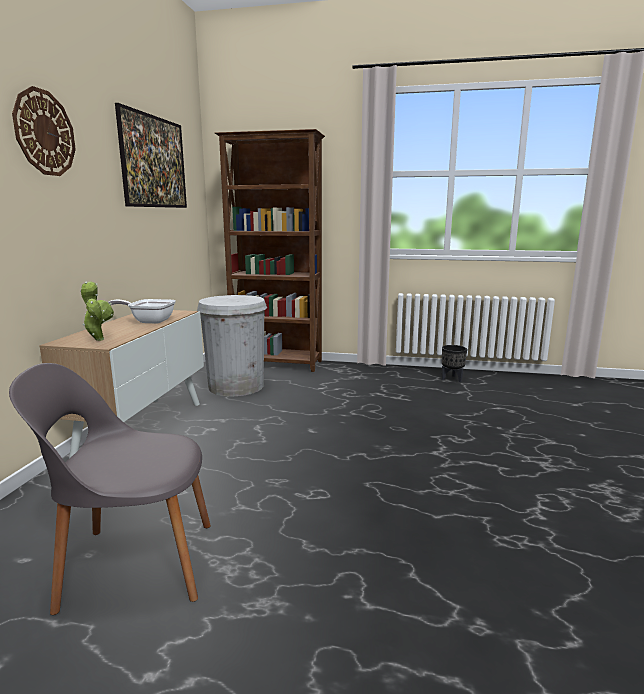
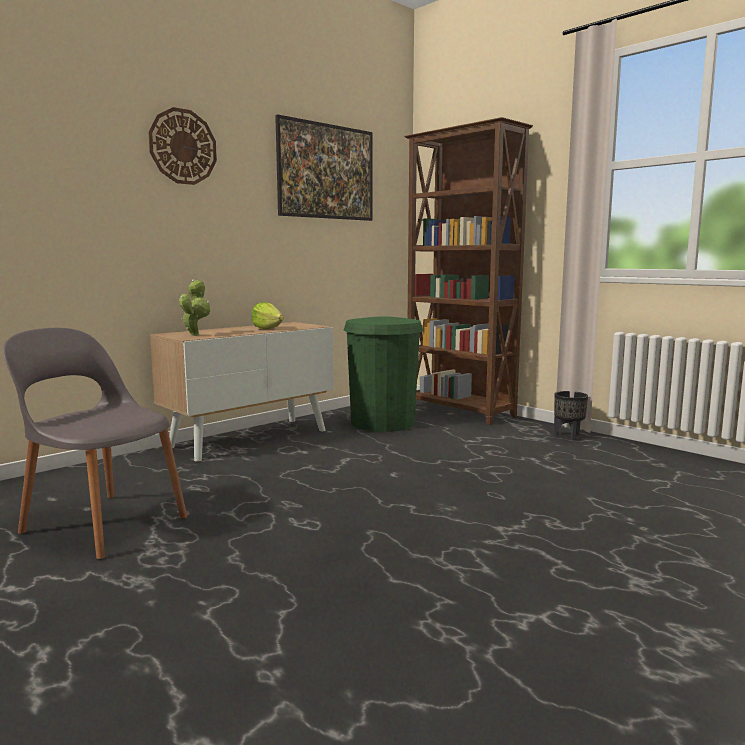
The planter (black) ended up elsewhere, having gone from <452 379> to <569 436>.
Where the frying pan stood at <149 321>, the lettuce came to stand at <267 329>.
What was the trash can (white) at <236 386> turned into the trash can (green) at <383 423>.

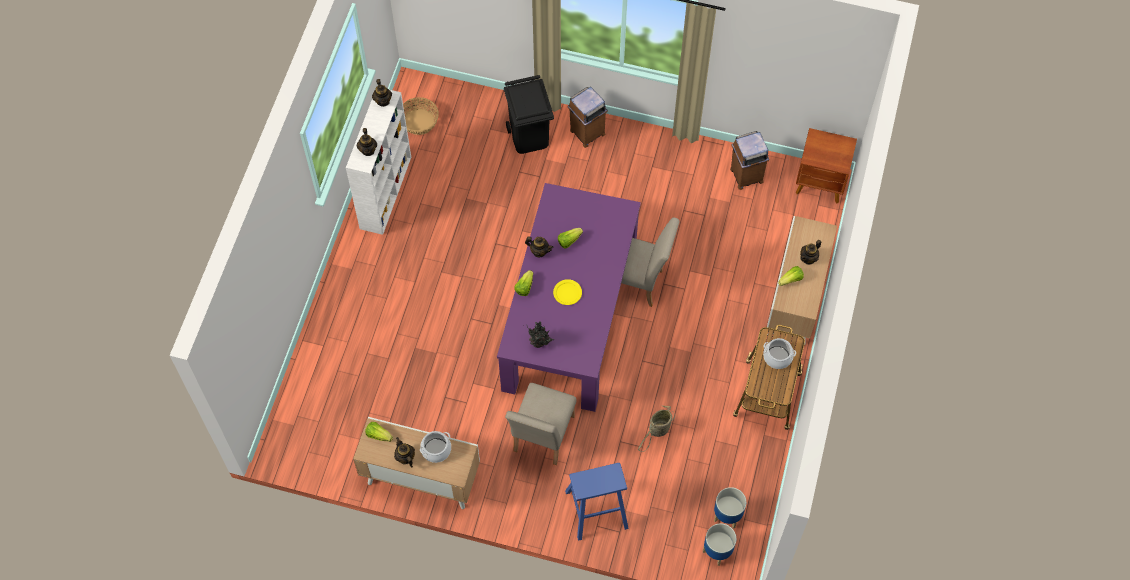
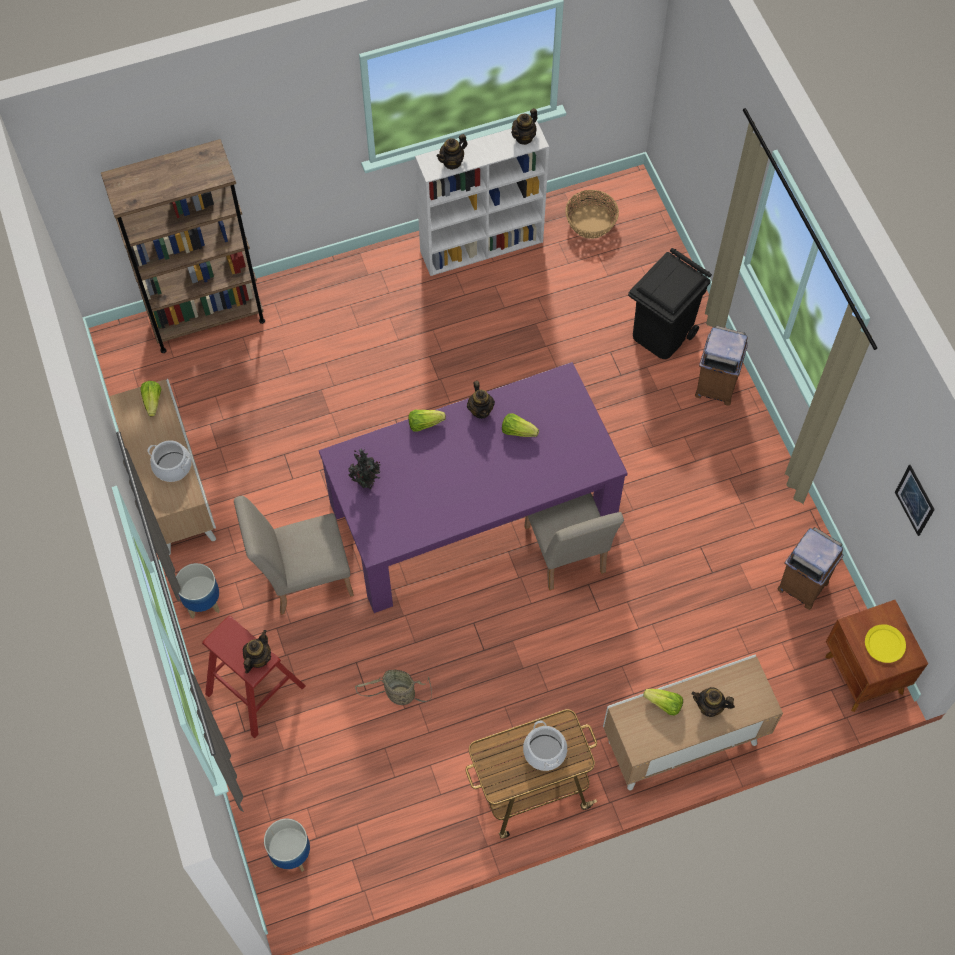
The second view gained the bookcase (brown) at <207 318>.
The second view gained the picture at <914 500>.
The teapot ended up elsewhere, having gone from <405 457> to <258 658>.
The plate (yellow) ended up elsewhere, having gone from <567 293> to <884 644>.
The planter ended up elsewhere, having gone from <727 516> to <202 603>.
What was the stool (blue) at <596 509> turned into the stool (red) at <255 689>.

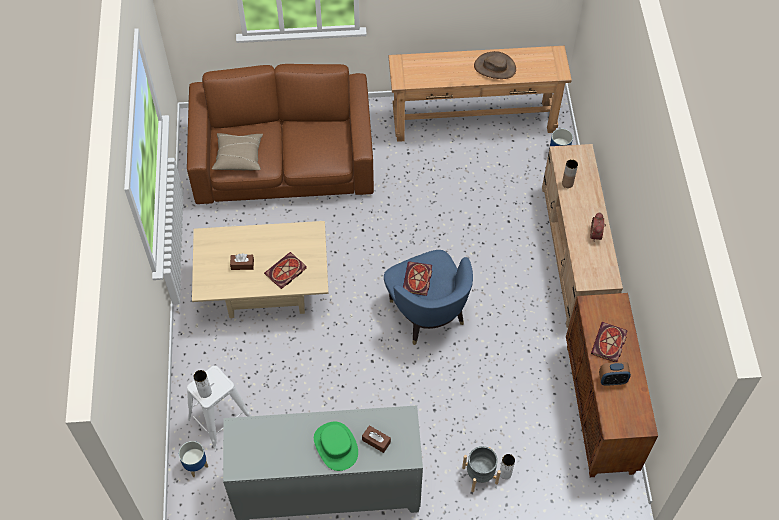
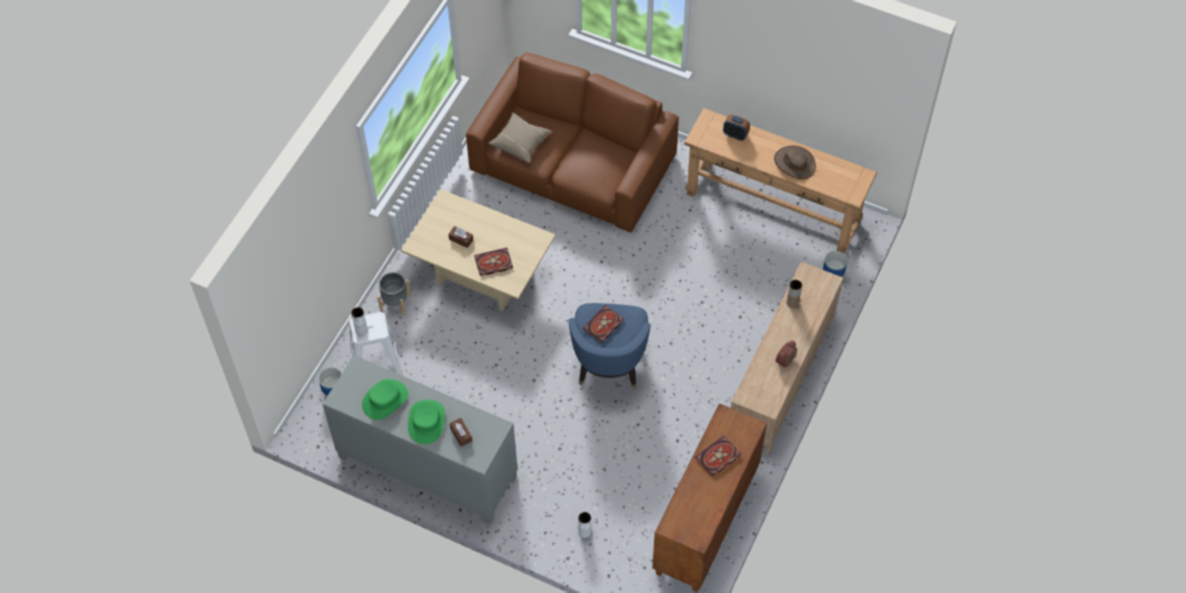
The second view gained the hat (green) at <385 400>.
The planter (grey) ended up elsewhere, having gone from <480 475> to <395 303>.
The alarm clock ended up elsewhere, having gone from <612 380> to <735 135>.

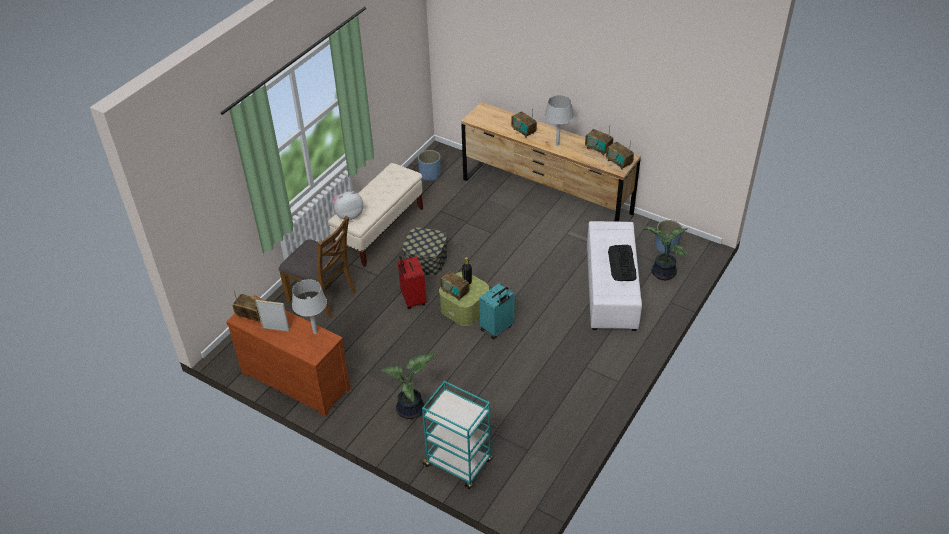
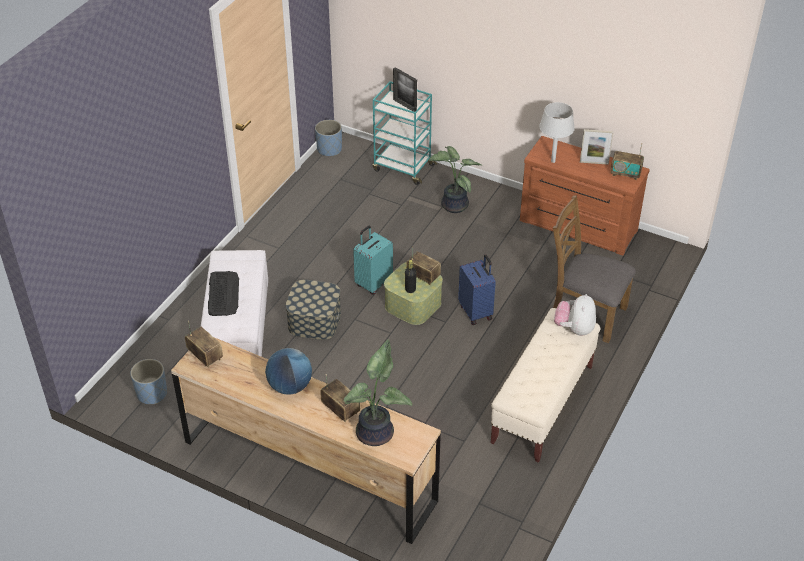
The second view lost the radio at <598 149>.
The second view gained the picture frame at <404 105>.
The storage box ended up elsewhere, having gone from <426 260> to <314 321>.
The planter (blue) ended up elsewhere, having gone from <430 175> to <329 149>.
The potted plant ended up elsewhere, having gone from <662 273> to <377 433>.
Where the table lamp (grey) stood at <557 144>, the globe came to stand at <290 386>.
What was the suitcase (red) at <412 299> turned into the suitcase (blue) at <476 312>.
The plush toy at <348 215> ended up facing another way, 135 degrees clockwise from before.

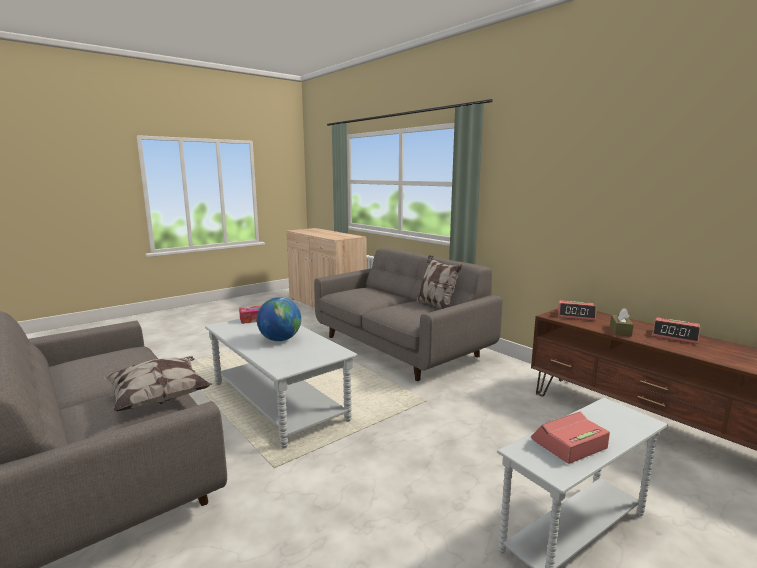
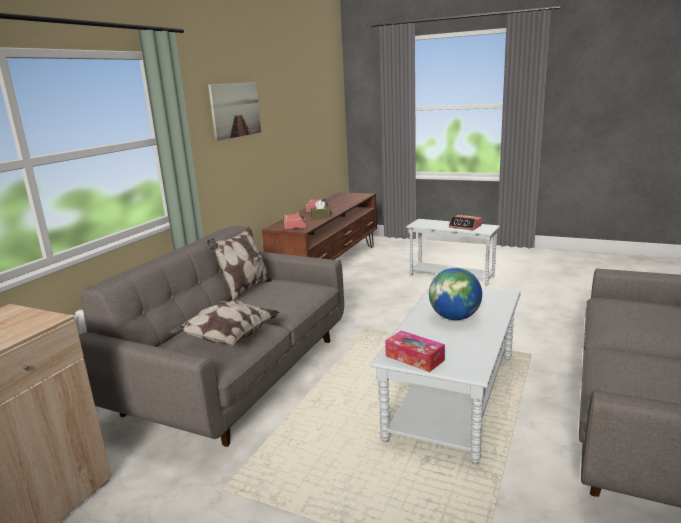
The second view gained the picture at <235 110>.
The pillow ended up elsewhere, having gone from <160 398> to <227 338>.

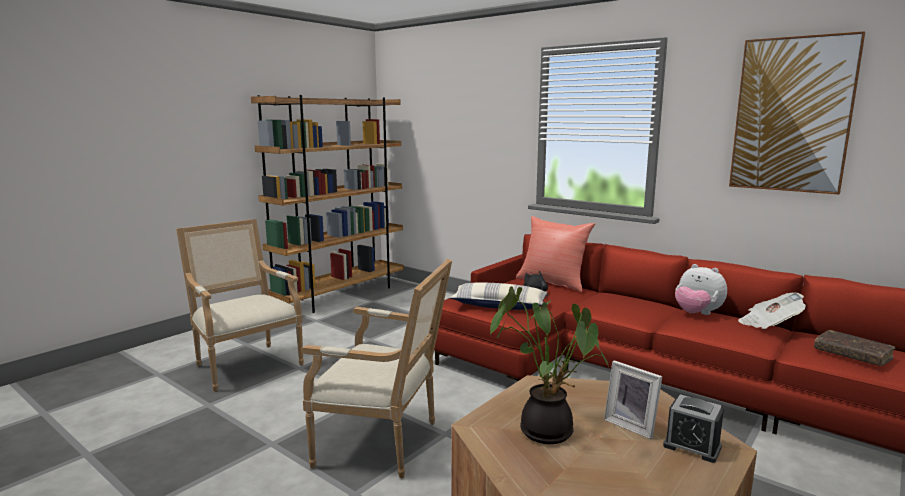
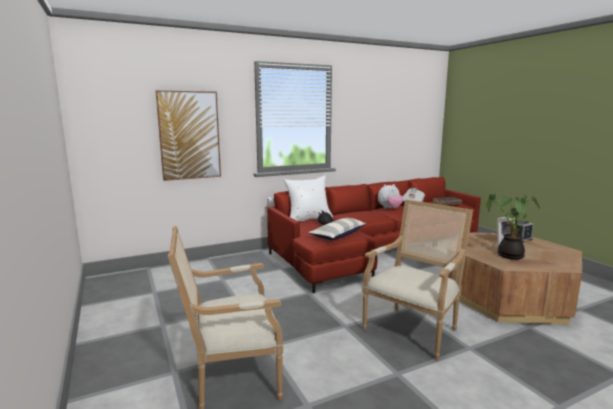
The second view lost the bookcase (brown) at <341 295>.
The picture ended up elsewhere, having gone from <792 115> to <189 135>.
What was the pillow (red) at <552 282> turned into the pillow (white) at <308 218>.

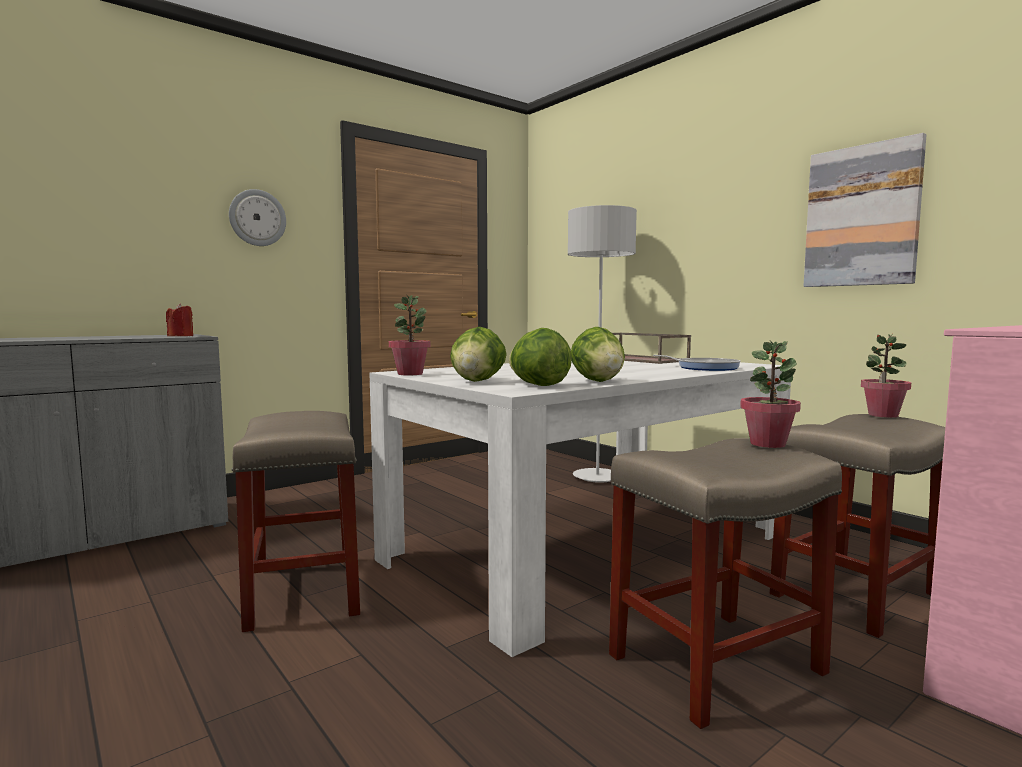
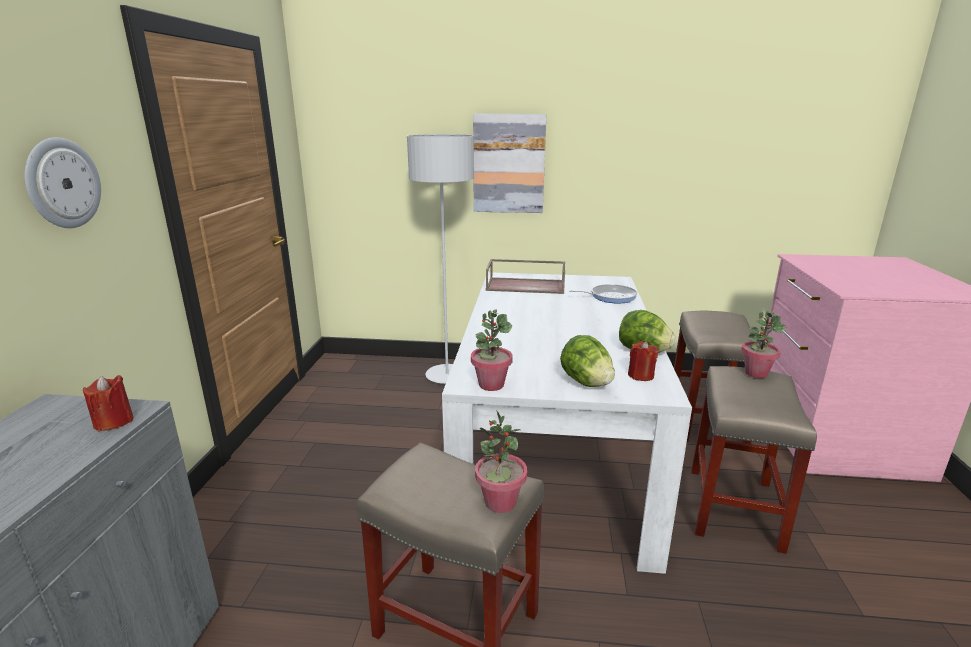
The picture ended up elsewhere, having gone from <862 216> to <509 164>.
The potted plant ended up elsewhere, having gone from <882 415> to <500 502>.
Where the lettuce stood at <538 385>, the candle (red) came to stand at <640 375>.

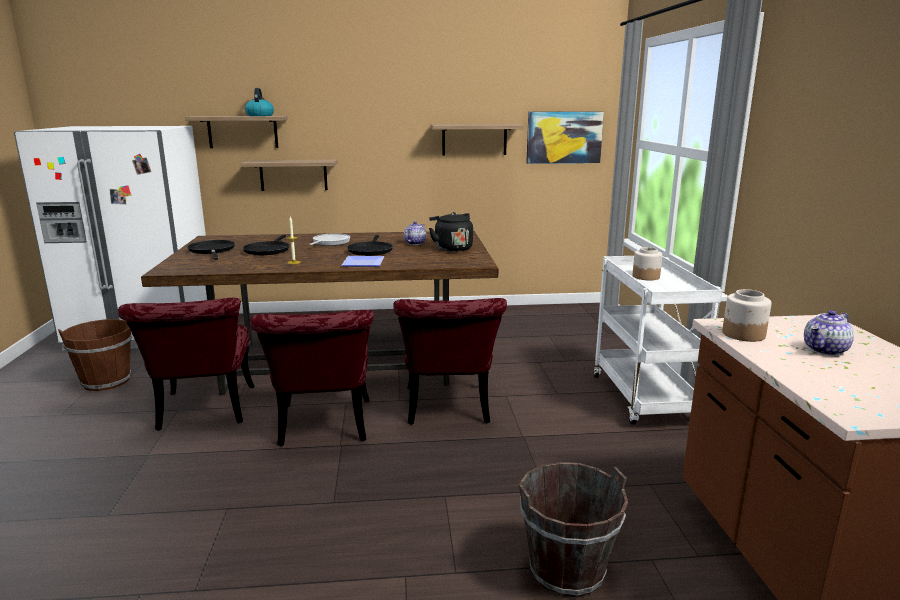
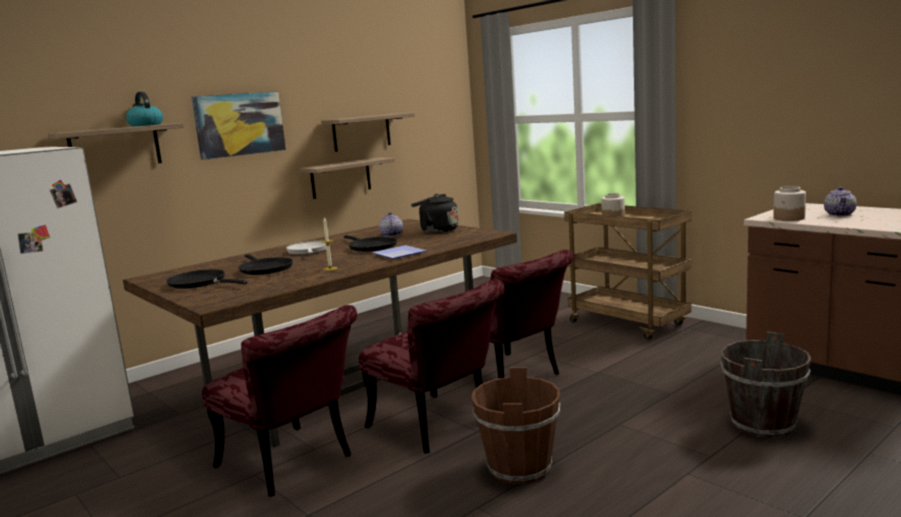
The bucket (brown) ended up elsewhere, having gone from <106 381> to <519 467>.
The shelf ended up elsewhere, having gone from <293 175> to <341 178>.
The picture ended up elsewhere, having gone from <564 137> to <239 124>.
What was the cart (white) at <645 399> turned into the cart (brown) at <629 324>.

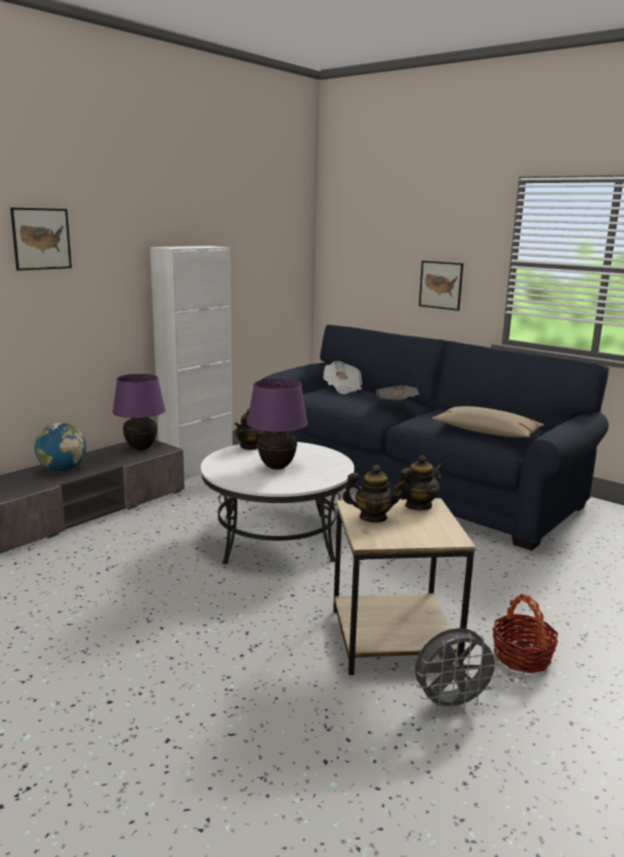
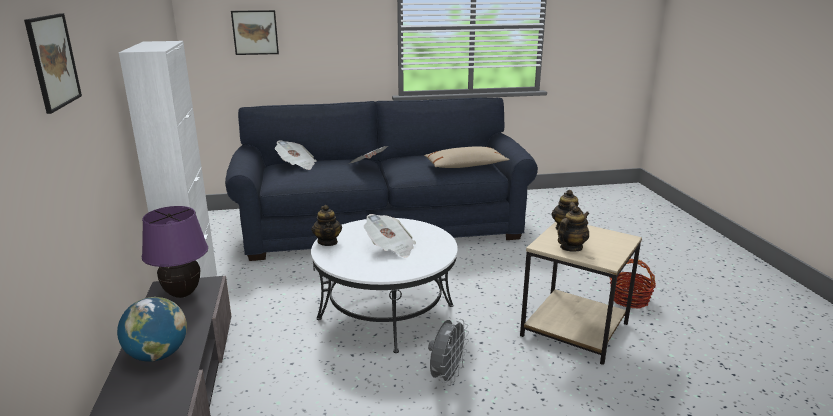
The fan (grey) ended up elsewhere, having gone from <451 704> to <446 377>.
The picture ended up elsewhere, having gone from <441 285> to <255 32>.
Where the table lamp (purple) stood at <277 467>, the newspaper came to stand at <390 248>.

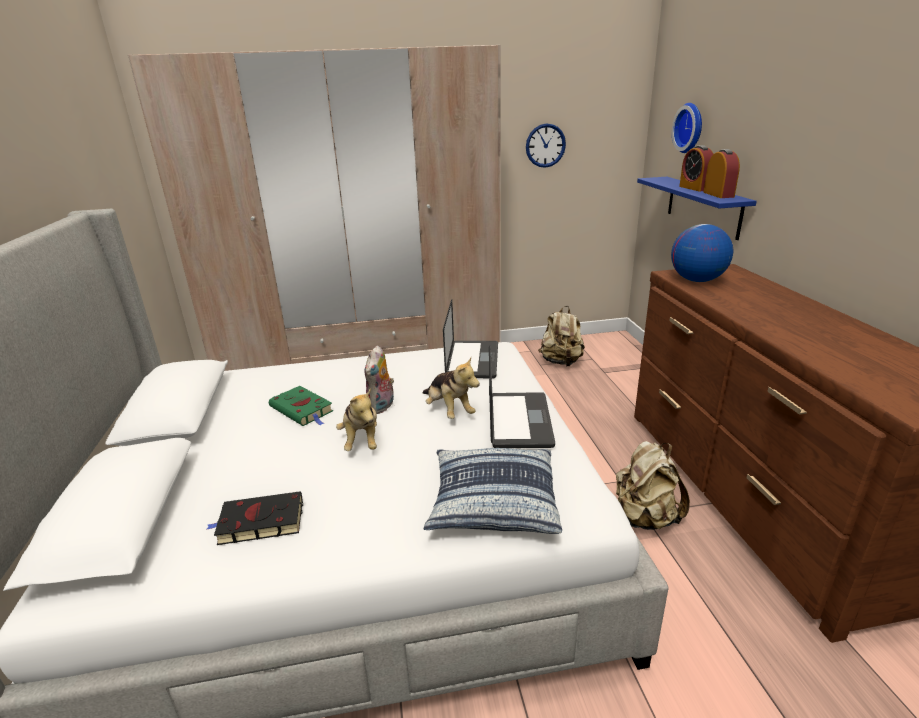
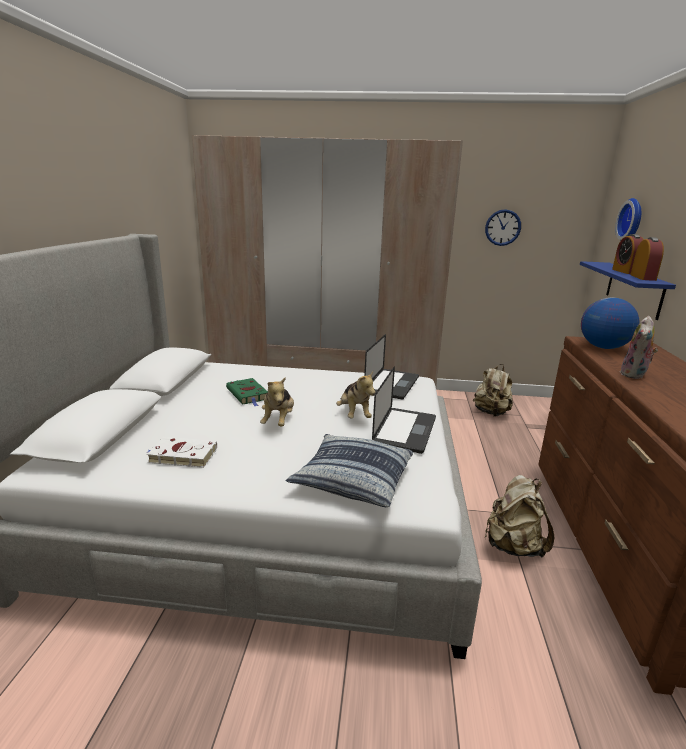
The plush toy ended up elsewhere, having gone from <382 407> to <634 375>.
What was the book (black) at <259 522> turned into the book (white) at <181 456>.

